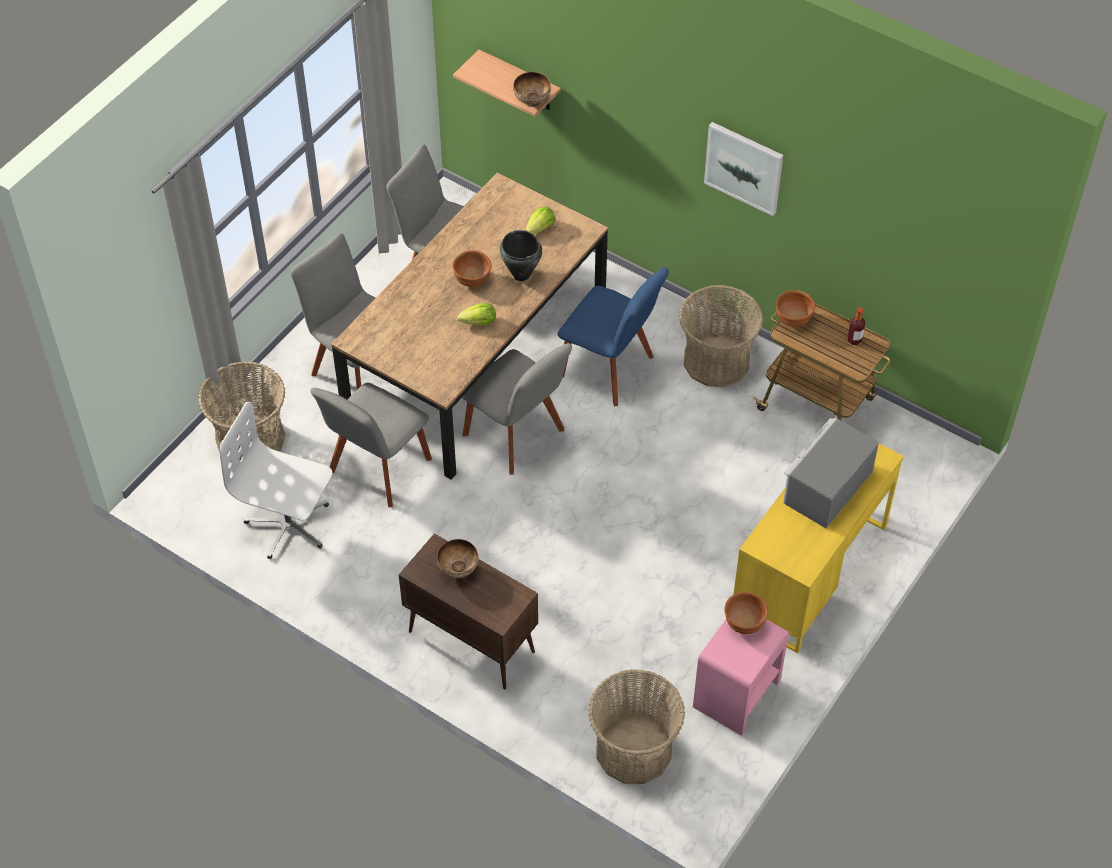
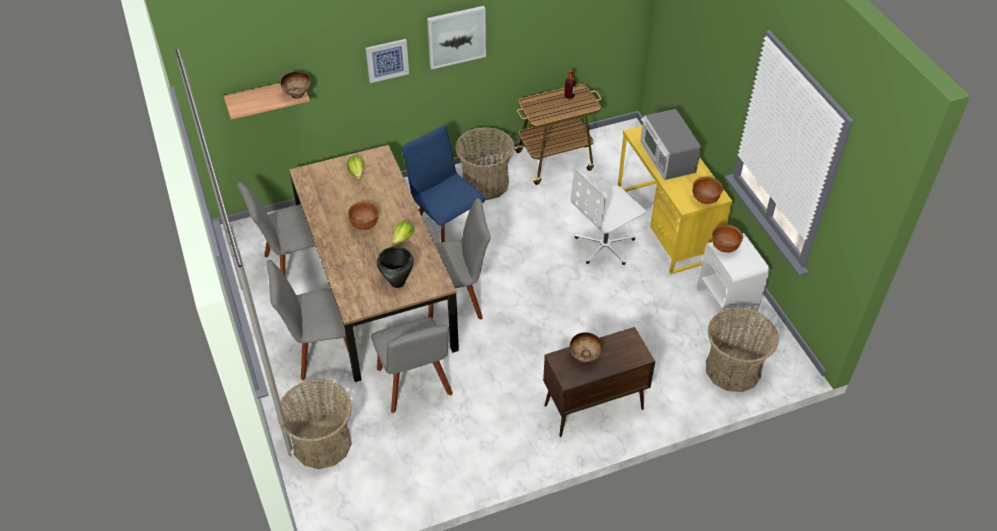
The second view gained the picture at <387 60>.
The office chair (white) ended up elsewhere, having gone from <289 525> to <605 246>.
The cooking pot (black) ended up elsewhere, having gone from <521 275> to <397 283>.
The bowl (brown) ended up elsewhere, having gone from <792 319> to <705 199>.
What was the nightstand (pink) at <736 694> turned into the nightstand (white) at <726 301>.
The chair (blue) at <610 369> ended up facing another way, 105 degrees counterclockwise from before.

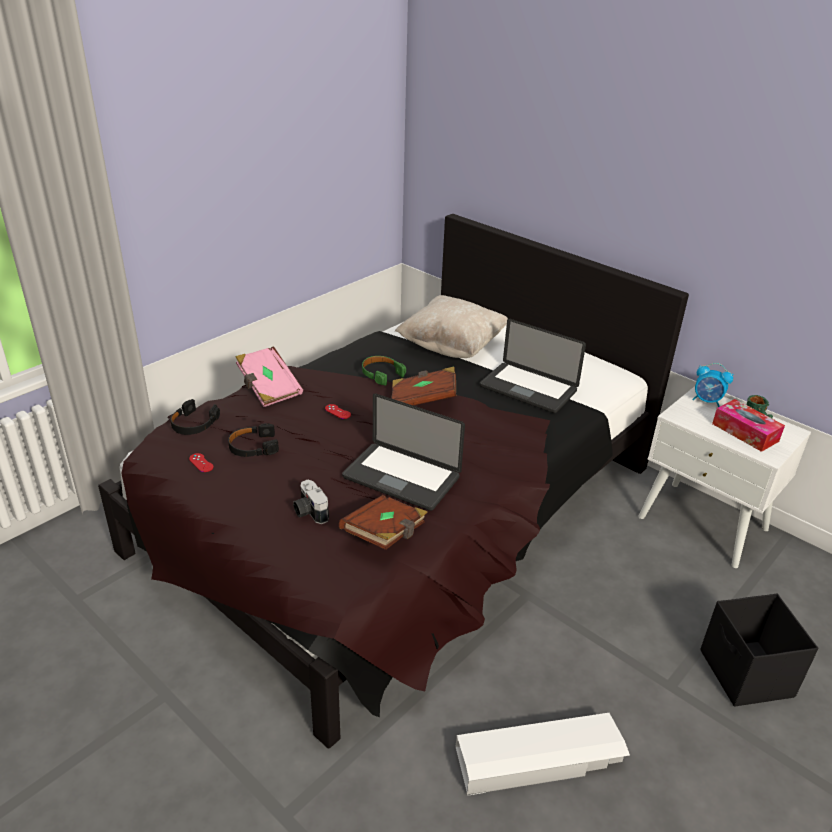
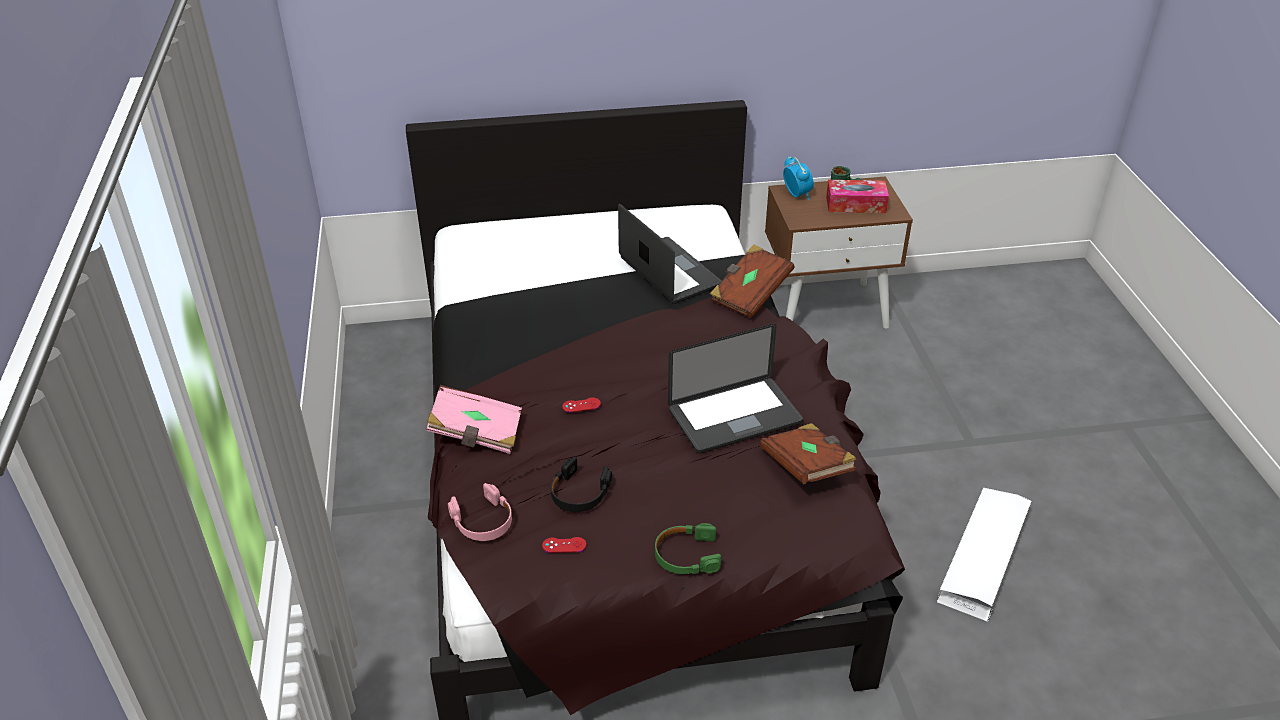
The second view lost the photo camera at <309 512>.
The second view lost the pillow (beige) at <452 347>.
The second view lost the storage box (black) at <746 675>.
The headphones (green) ended up elsewhere, having gone from <381 374> to <686 556>.
The book (brown) ended up elsewhere, having gone from <423 400> to <749 294>.
What was the headphones (black) at <194 424> turned into the headphones (pink) at <483 521>.
What was the nightstand (white) at <703 523> turned into the nightstand (brown) at <826 309>.
The laptop at <528 389> ended up facing another way, 105 degrees counterclockwise from before.
The alarm clock at <707 401> ended up facing another way, 90 degrees counterclockwise from before.

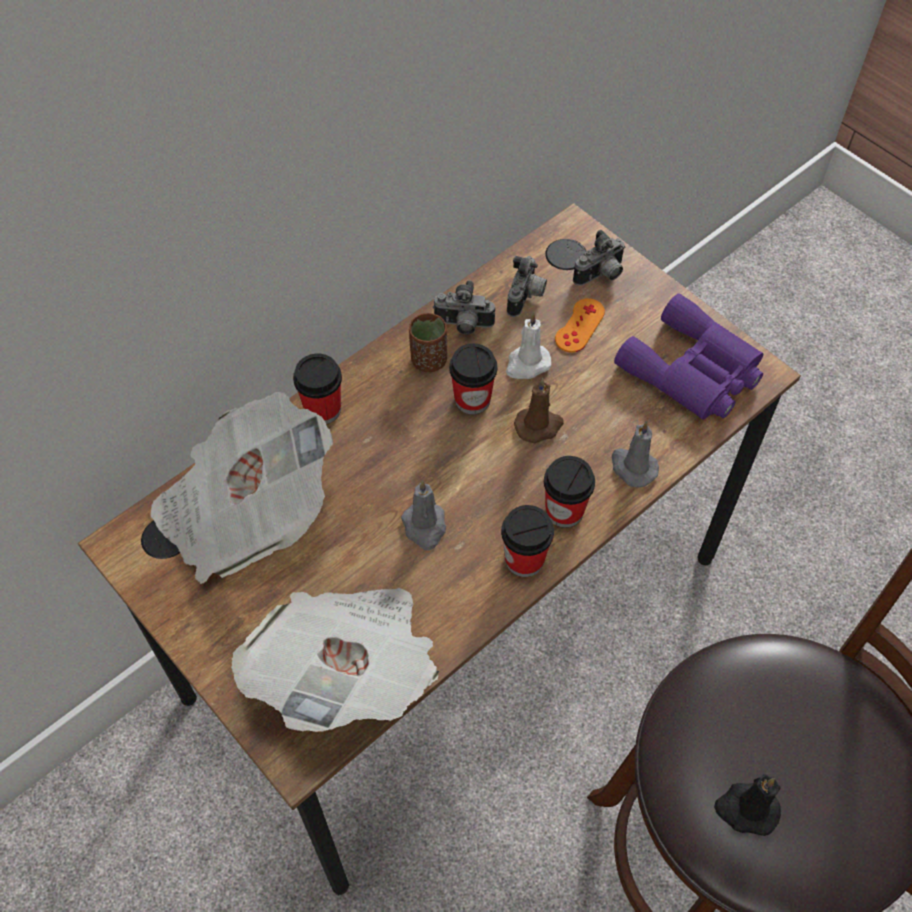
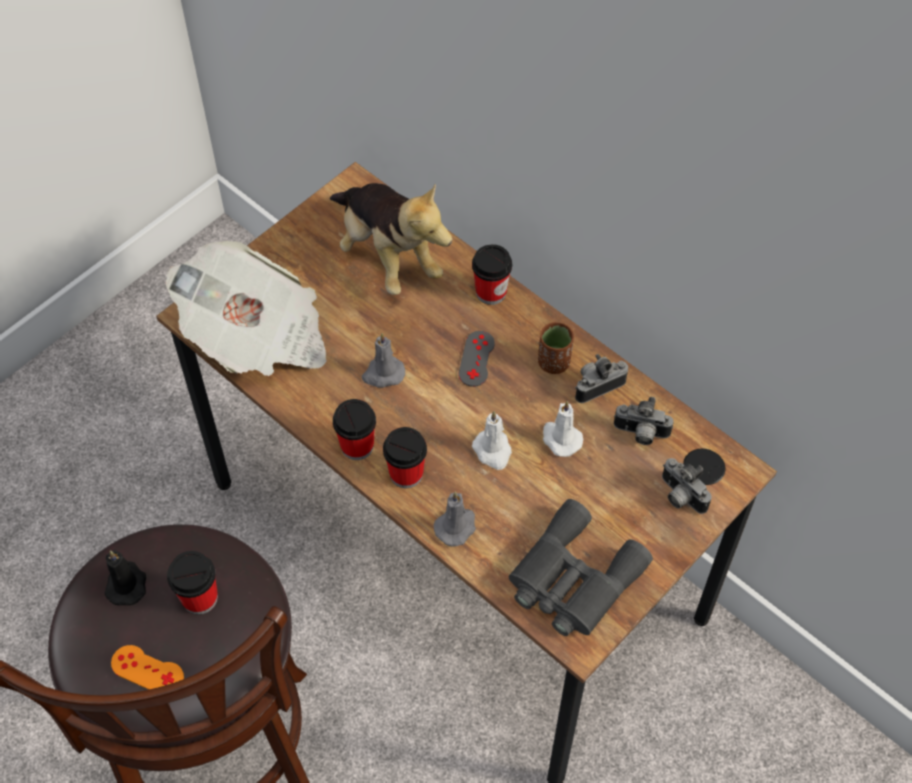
The second view gained the game controller (grey) at <476 359>.
The cup ended up elsewhere, having gone from <472 399> to <199 598>.
The game controller (orange) ended up elsewhere, having gone from <579 325> to <147 670>.
Where the newspaper stood at <246 512>, the plush toy came to stand at <387 255>.
What was the candle (brown) at <539 425> turned into the candle (white) at <493 451>.
What was the binoculars (purple) at <693 372> turned into the binoculars (grey) at <572 579>.
The photo camera at <463 326> ended up facing another way, 60 degrees clockwise from before.

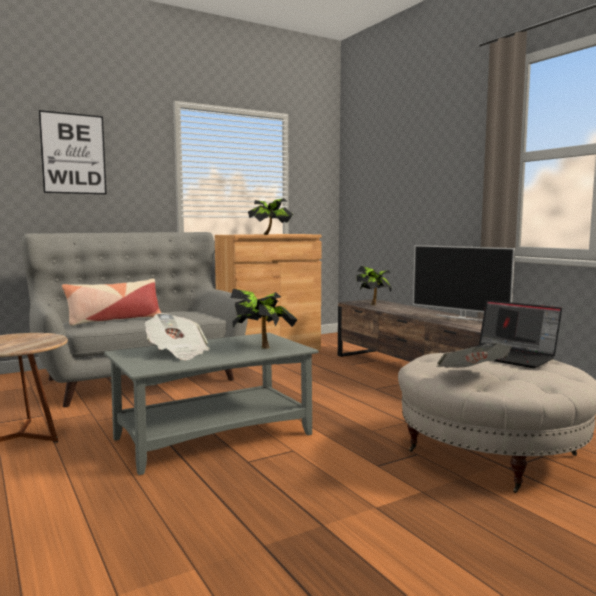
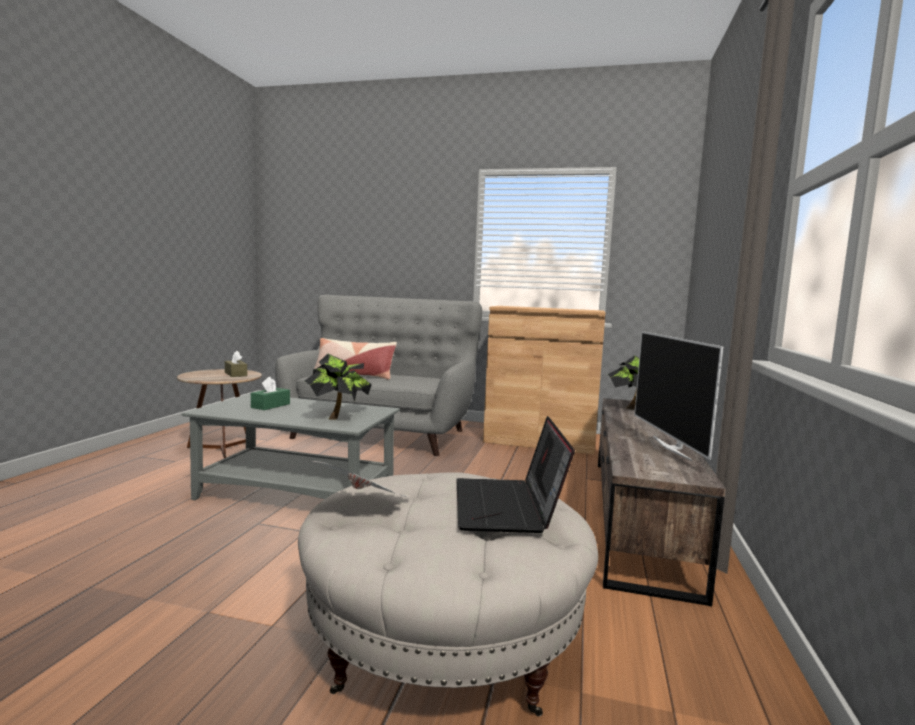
The second view lost the picture at <73 154>.
The second view lost the potted plant at <271 234>.
The second view gained the tissue box (brown) at <235 374>.
Where the newspaper stood at <177 353>, the tissue box (green) came to stand at <270 406>.

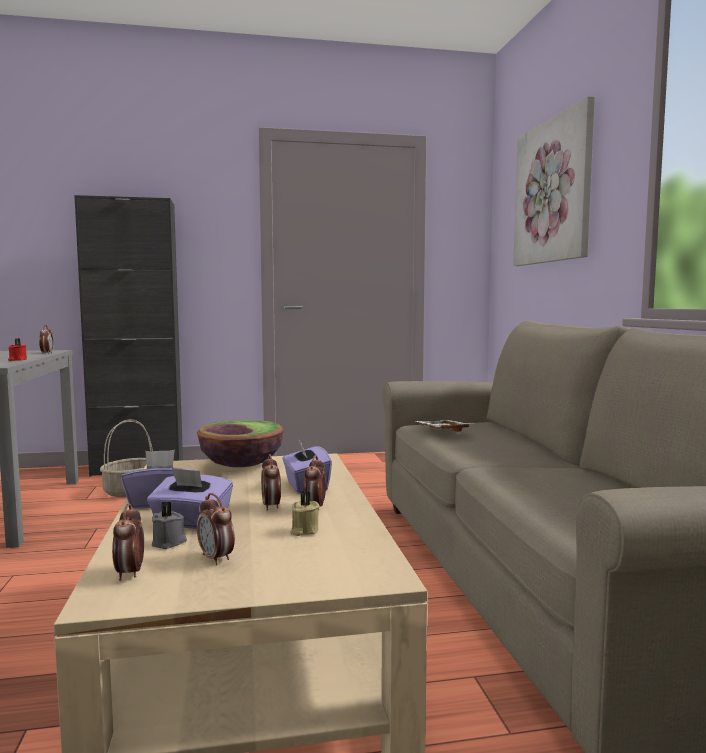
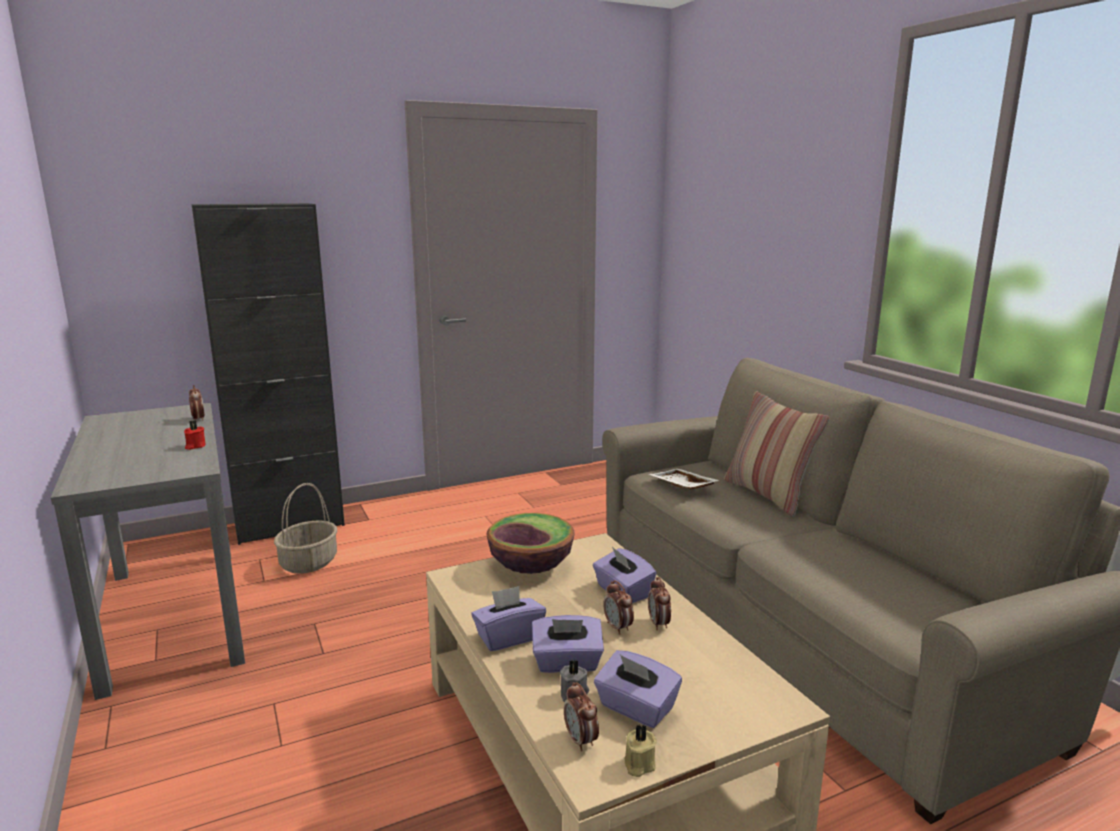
The second view lost the picture at <552 191>.
The second view gained the pillow at <768 495>.
The candle (beige) ended up elsewhere, having gone from <303 530> to <638 765>.
Where the alarm clock stood at <216 558>, the tissue box (purple) came to stand at <636 708>.

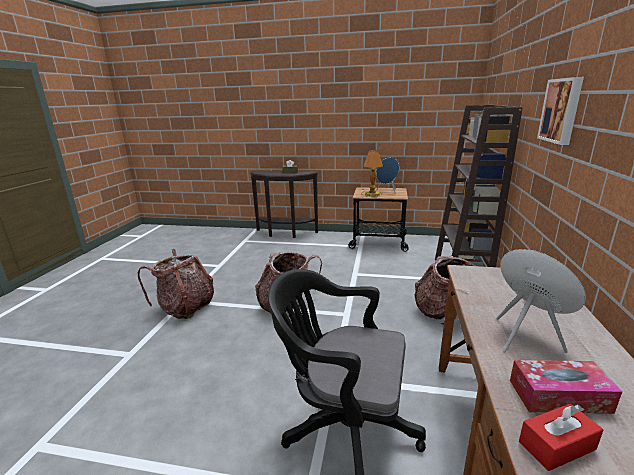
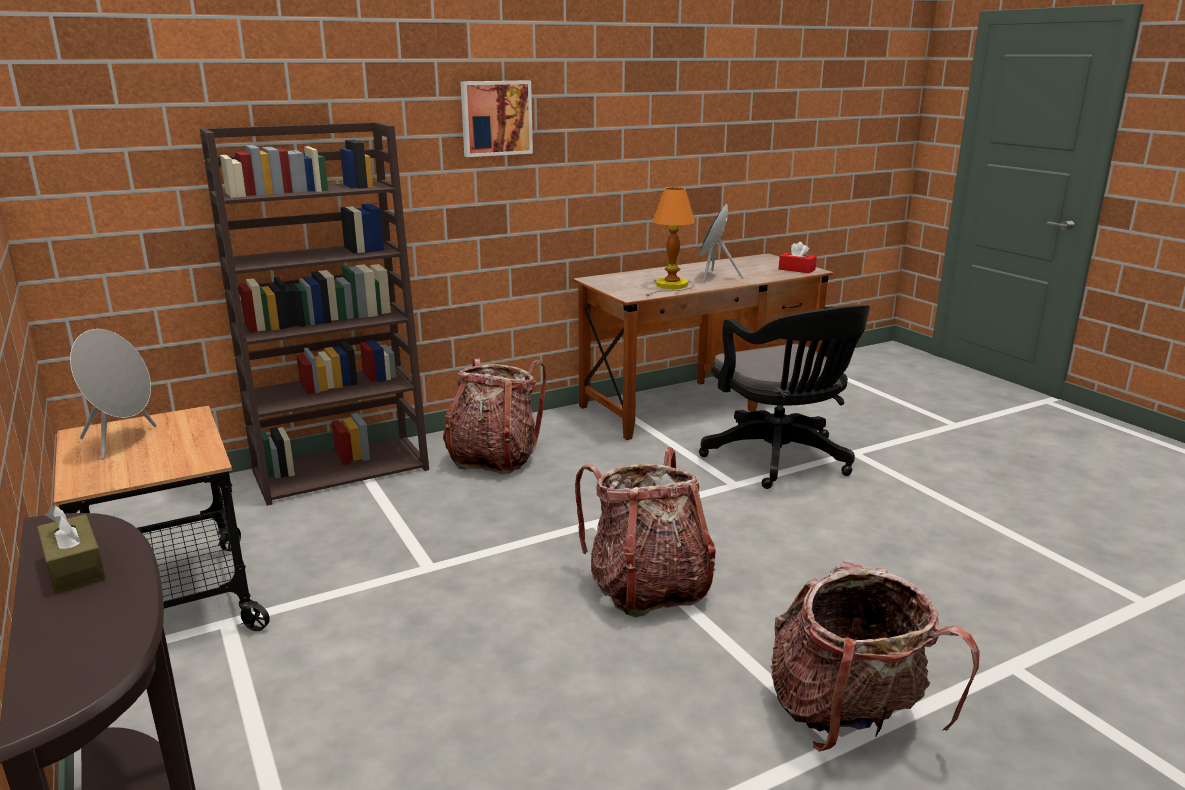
The second view lost the tissue box at <559 396>.
The table lamp ended up elsewhere, having gone from <370 194> to <671 286>.
What was the speaker (blue) at <387 191> turned into the speaker (grey) at <122 441>.

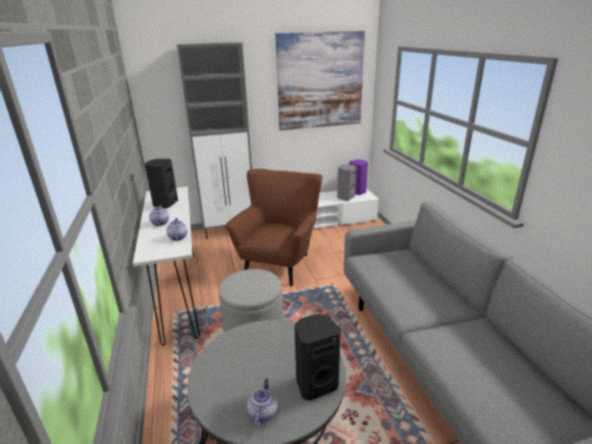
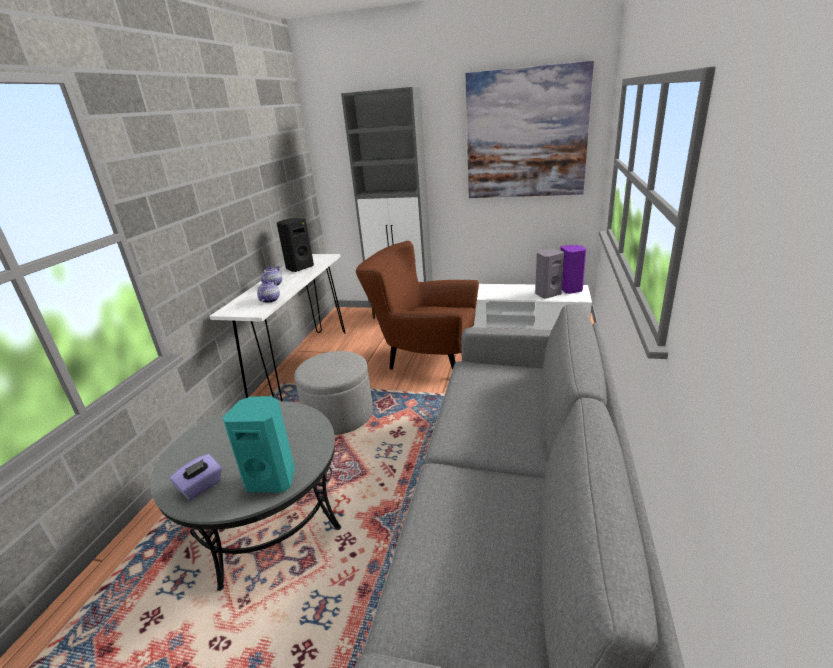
Where the teapot stood at <262 413>, the tissue box (purple) came to stand at <201 486>.
What was the speaker (black) at <316 383> turned into the speaker (turquoise) at <272 479>.
The armchair (brown) at <280 263> ended up facing another way, 120 degrees counterclockwise from before.

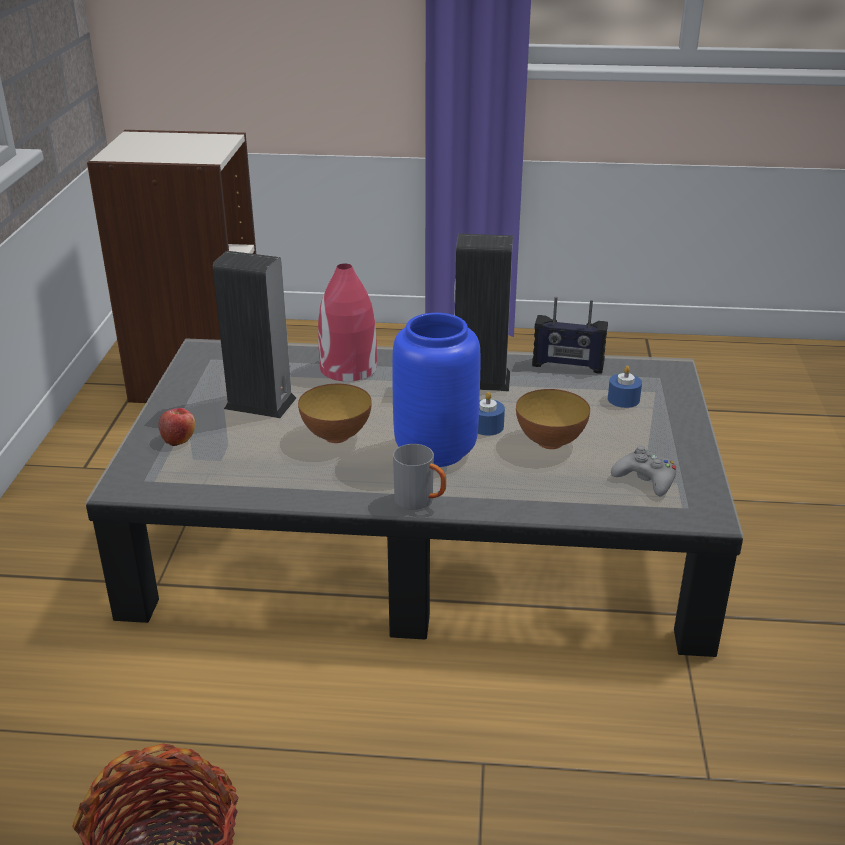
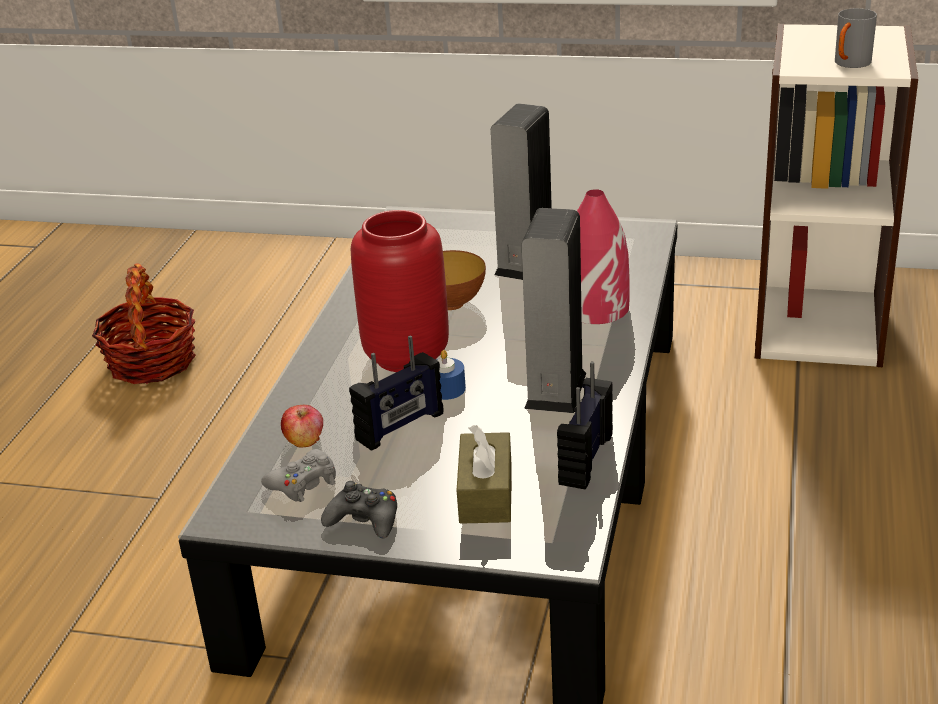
The second view gained the game controller (black) at <364 519>.
The apple ended up elsewhere, having gone from <179 439> to <304 440>.
The mug (grey) ended up elsewhere, having gone from <421 501> to <849 65>.
Where the bowl stood at <550 442>, the radio came to stand at <400 427>.
Where the candle (blue) stood at <623 399>, the tissue box (brown) came to stand at <486 493>.
What was the vase (blue) at <433 451> turned into the vase (red) at <407 355>.

